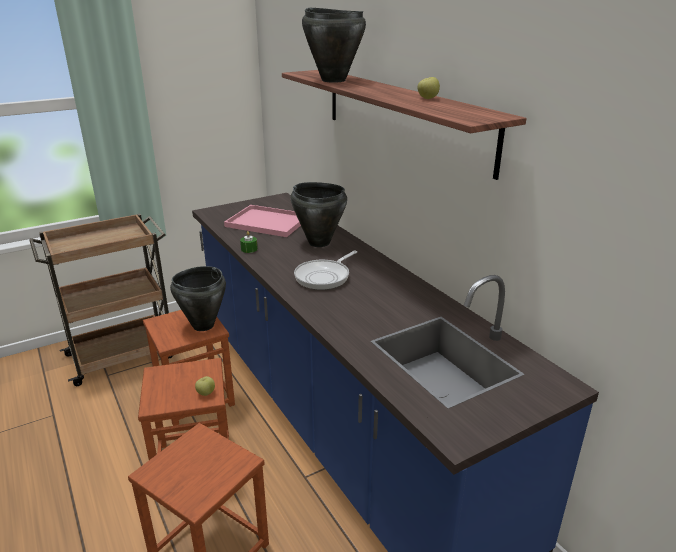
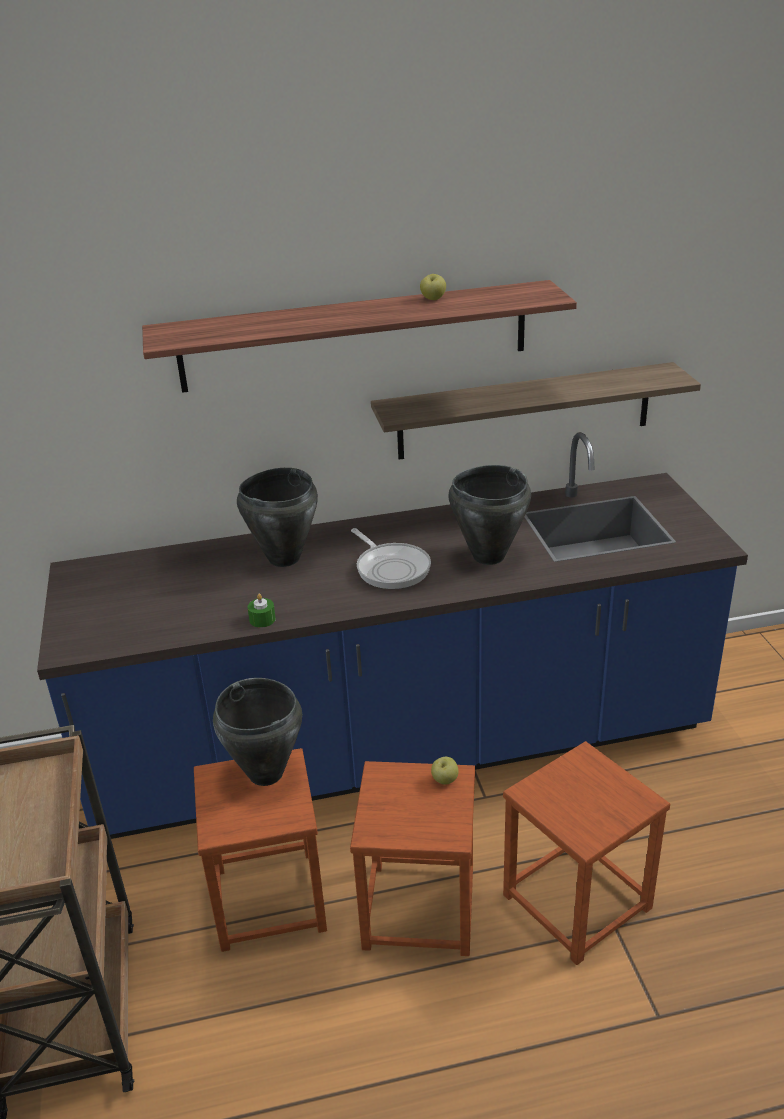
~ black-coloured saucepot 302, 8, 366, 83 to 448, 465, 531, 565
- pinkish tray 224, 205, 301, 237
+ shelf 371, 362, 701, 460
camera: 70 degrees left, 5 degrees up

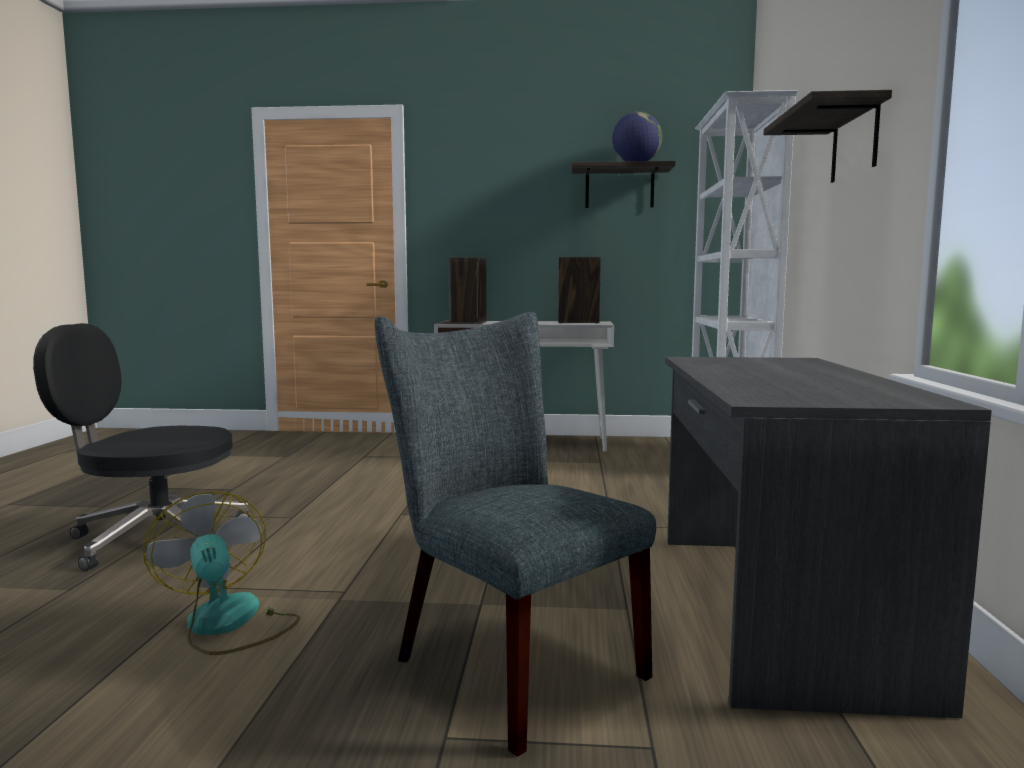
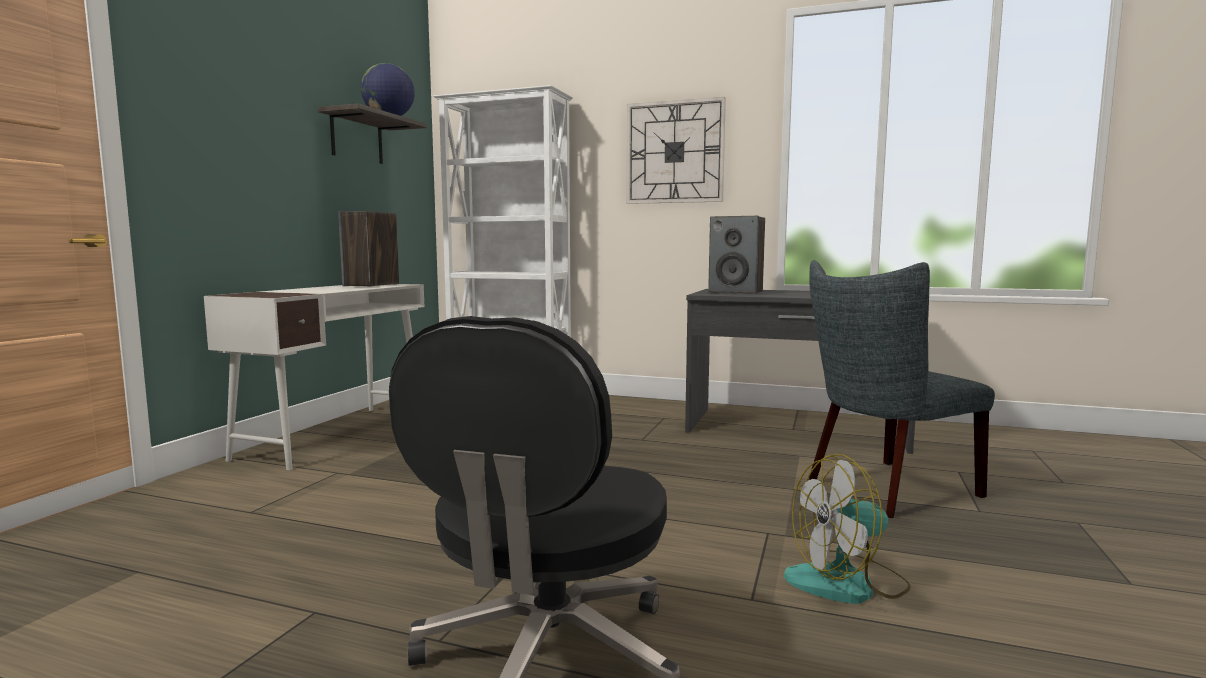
~ shelf 763, 90, 892, 183 to hanging clock 626, 97, 726, 204
~ speaker 448, 257, 487, 323 to 708, 216, 765, 294
camera: 75 degrees left, 0 degrees up

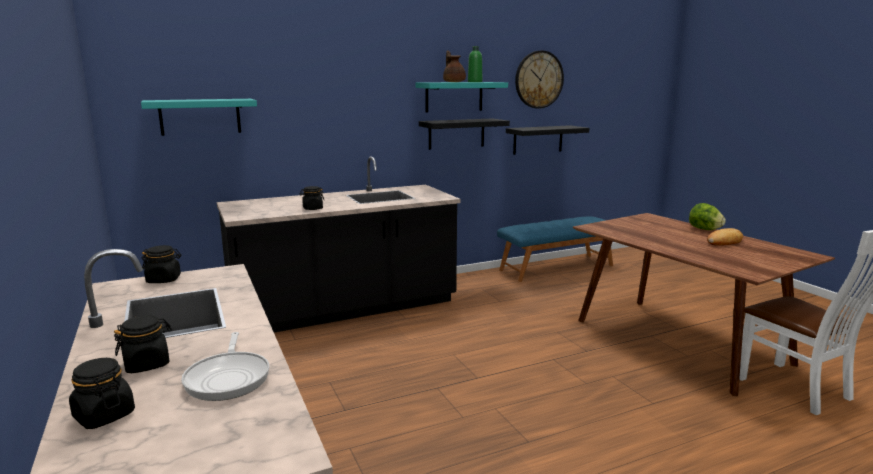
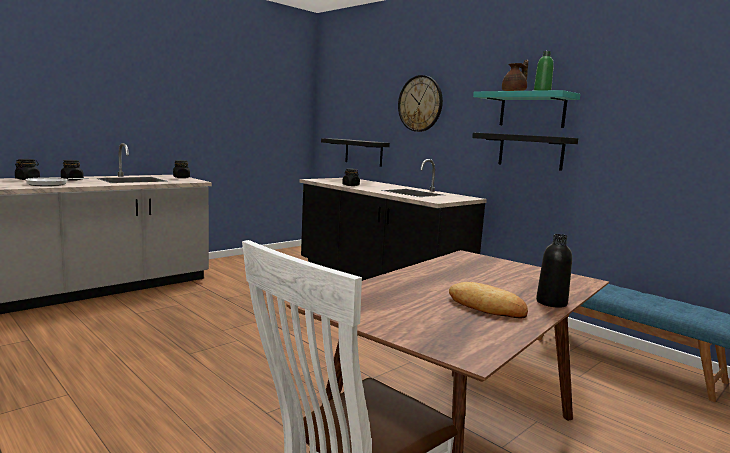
~ hanging clock 515, 50, 564, 109 to 398, 75, 443, 132
- turquoise-coloured shelf 141, 99, 257, 136
~ black-coloured shelf 506, 125, 589, 155 to 321, 138, 390, 167
~ lettuce head 689, 203, 726, 230 to black-coloured drink bottle 536, 234, 572, 308
camera: 70 degrees right, 5 degrees down

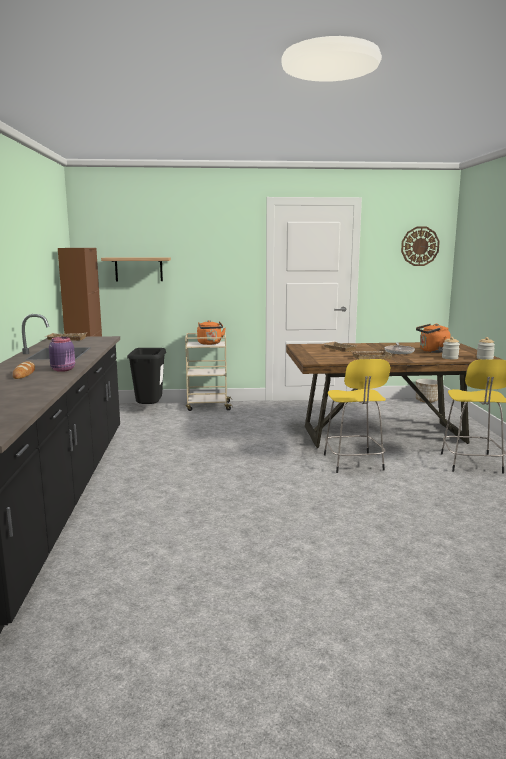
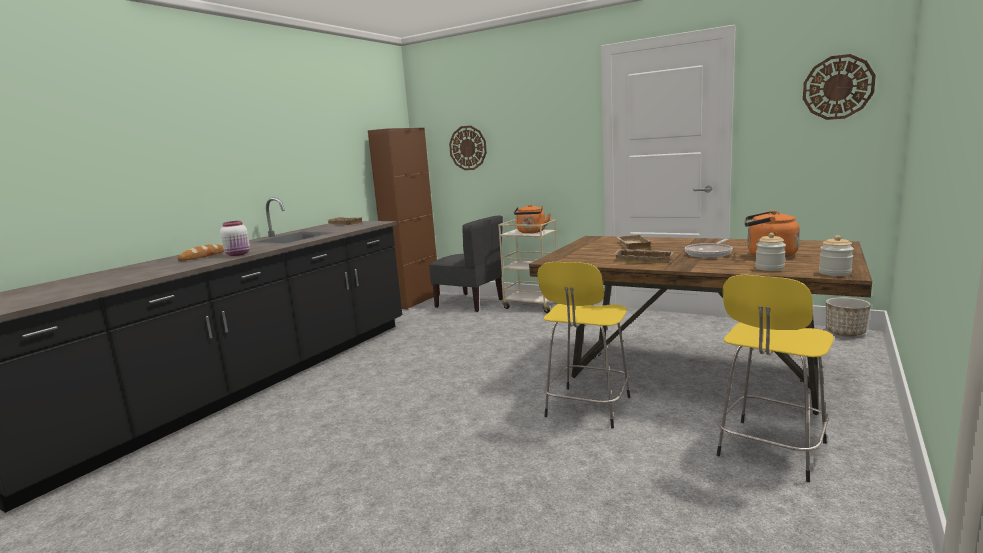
~ shelf 101, 257, 171, 281 to hanging clock 449, 126, 487, 170
~ purple-coloured preserve jar 49, 337, 75, 372 to white-coloured preserve jar 220, 221, 250, 256
~ black-coloured rubbish bin 127, 348, 166, 404 to greyish plain chair 429, 216, 503, 312
camera: 35 degrees right, 0 degrees up

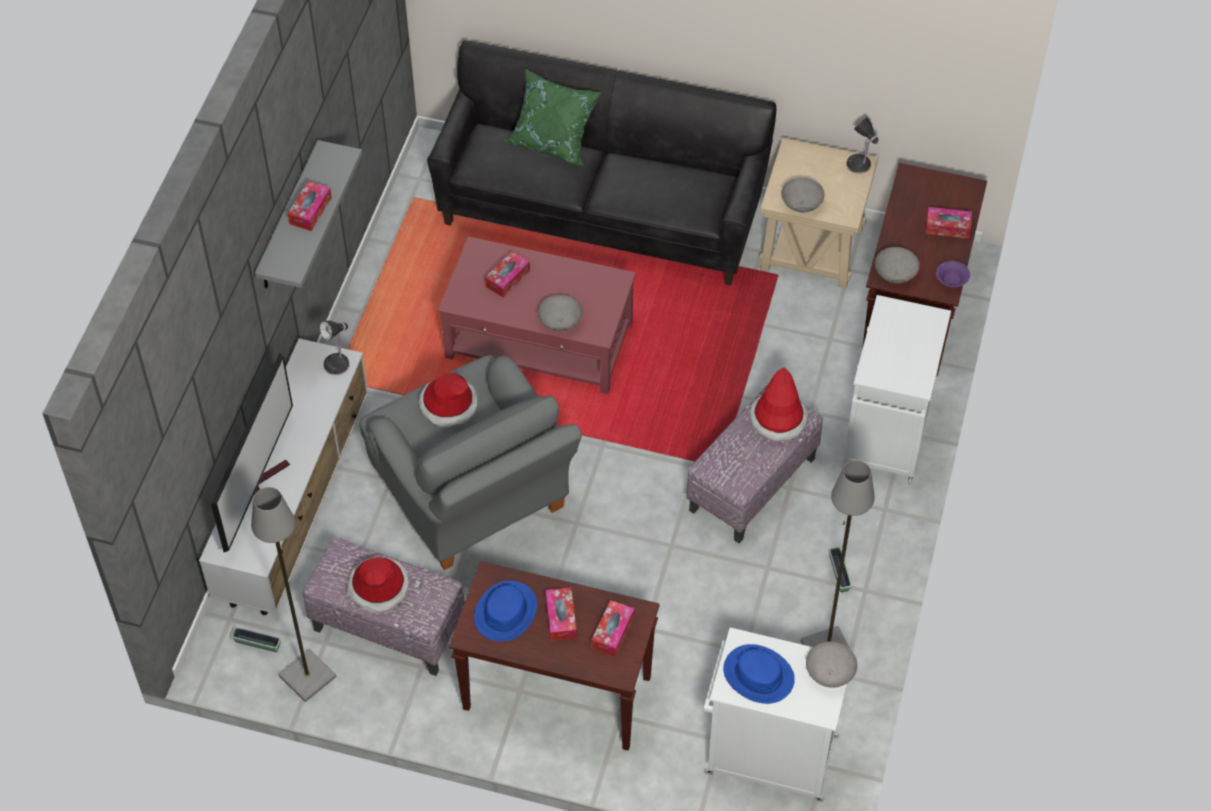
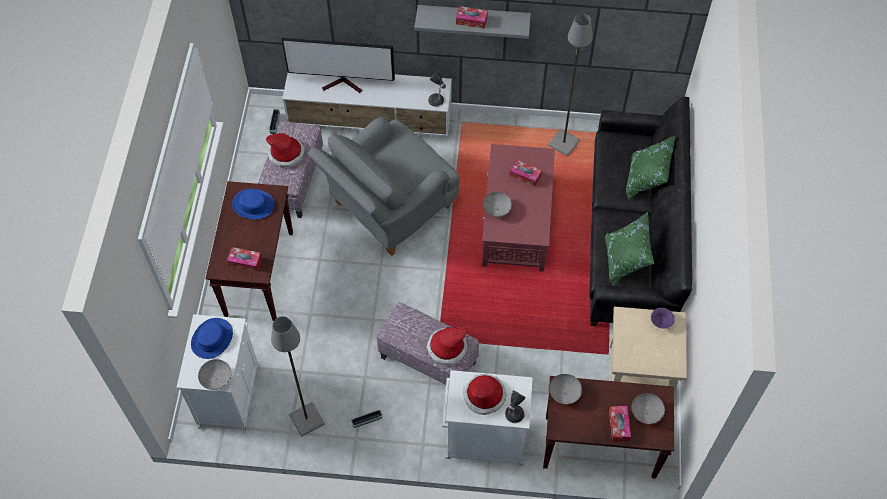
~ tabletop lamp 846, 117, 879, 174 to 505, 390, 526, 423
~ greyish deep dish 781, 178, 825, 212 to 631, 393, 665, 424
~ purple-coloured deep dish 936, 261, 970, 287 to 651, 308, 675, 329
~ clothing hat 418, 373, 478, 427 to 463, 374, 507, 415
~ greyish standard lamp 251, 487, 336, 702 to 548, 13, 593, 156
- tissue box 546, 587, 577, 641
+ green-coloured cushion 605, 212, 654, 286
camera: 80 degrees right, 5 degrees up

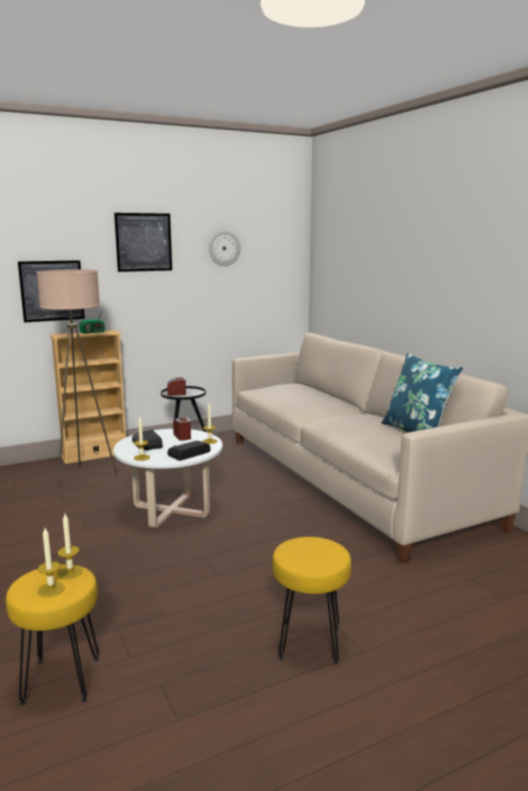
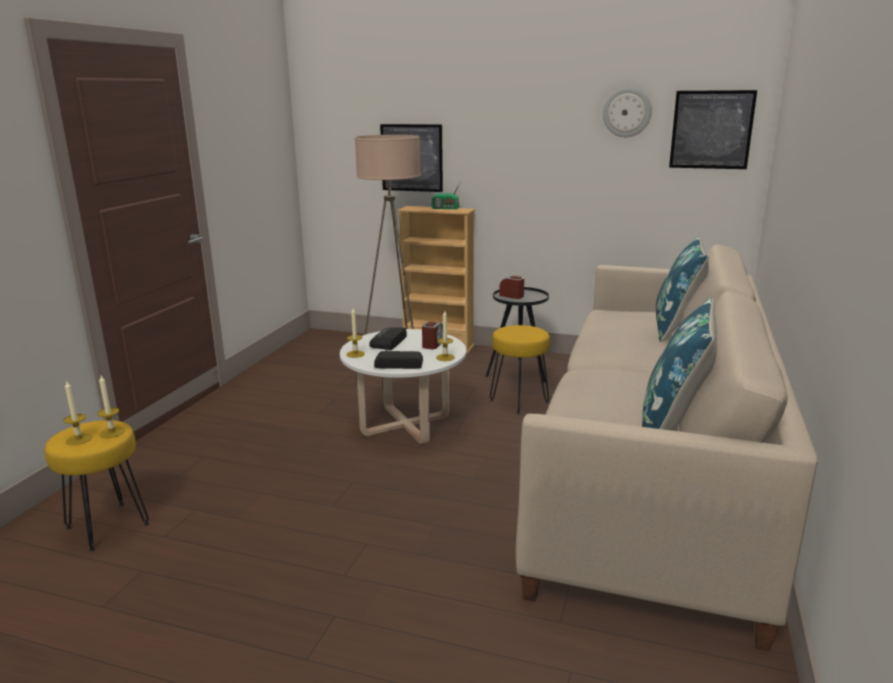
~ wall art 114, 213, 172, 272 to 669, 90, 757, 169
~ yellow-coloured stool seat 272, 537, 351, 665 to 490, 325, 550, 415
+ blue-coloured cushion 656, 236, 709, 342
camera: 45 degrees right, 5 degrees up

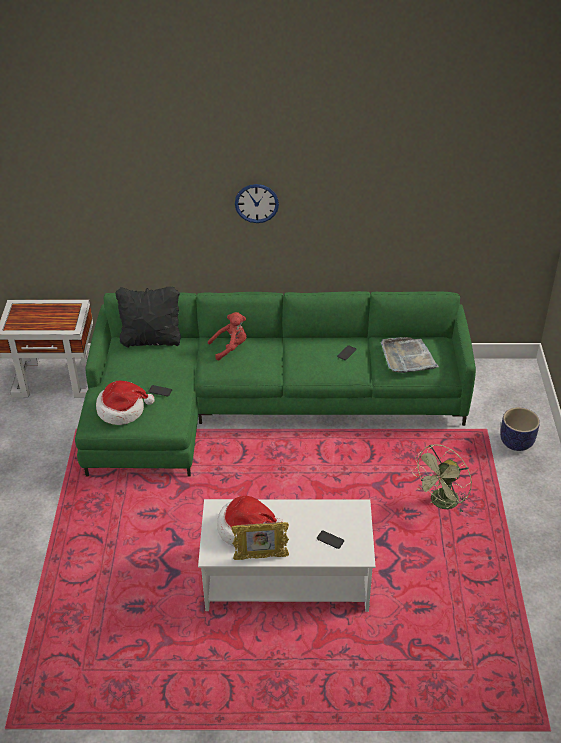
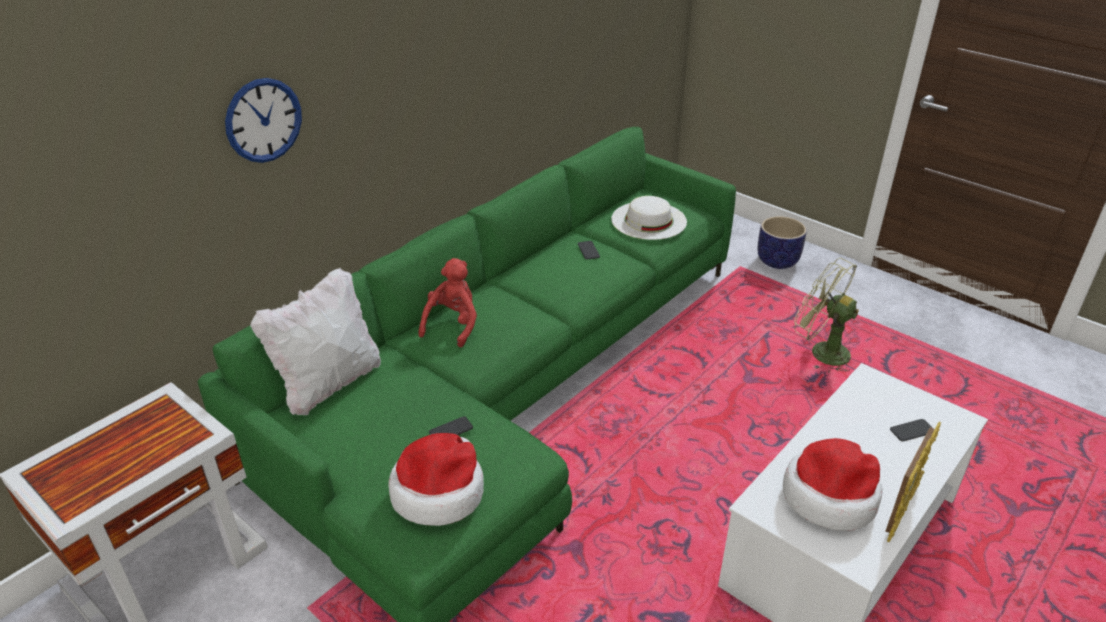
~ hanging clock 235, 184, 279, 223 to 225, 78, 302, 163
~ black-coloured cushion 115, 287, 181, 348 to white-coloured cushion 250, 268, 381, 415
~ greyish tray 381, 337, 439, 373 to white-coloured clothing hat 611, 196, 687, 240
~ green-coloured cooling fan 412, 444, 472, 512 = 794, 258, 859, 372 135 degrees clockwise
camera: 50 degrees left, 5 degrees down

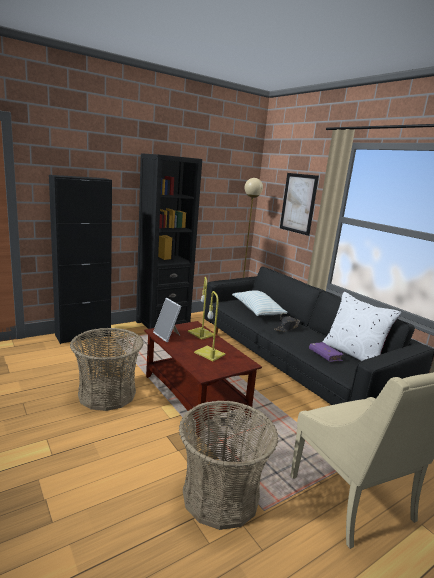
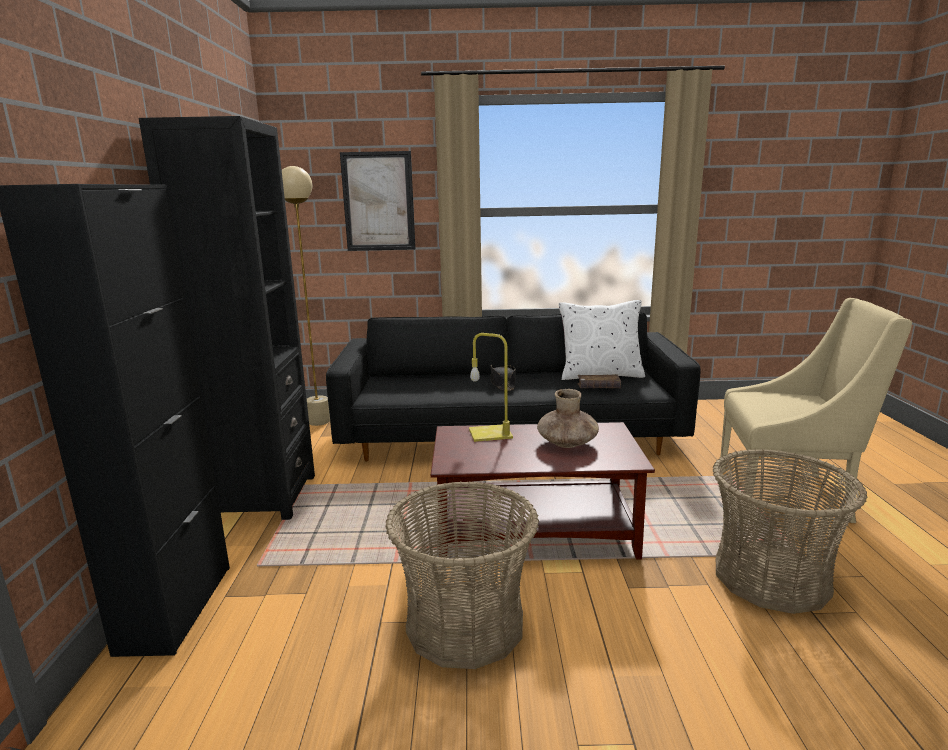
- cushion 232, 290, 288, 316
~ yellow-coloured tabletop lamp 194, 291, 226, 361 to brown-coloured flower vase 537, 389, 599, 448
- picture frame 153, 298, 182, 342
~ purple-coloured volume 309, 342, 344, 362 to brown-coloured volume 577, 374, 621, 388
camera: 55 degrees left, 0 degrees up

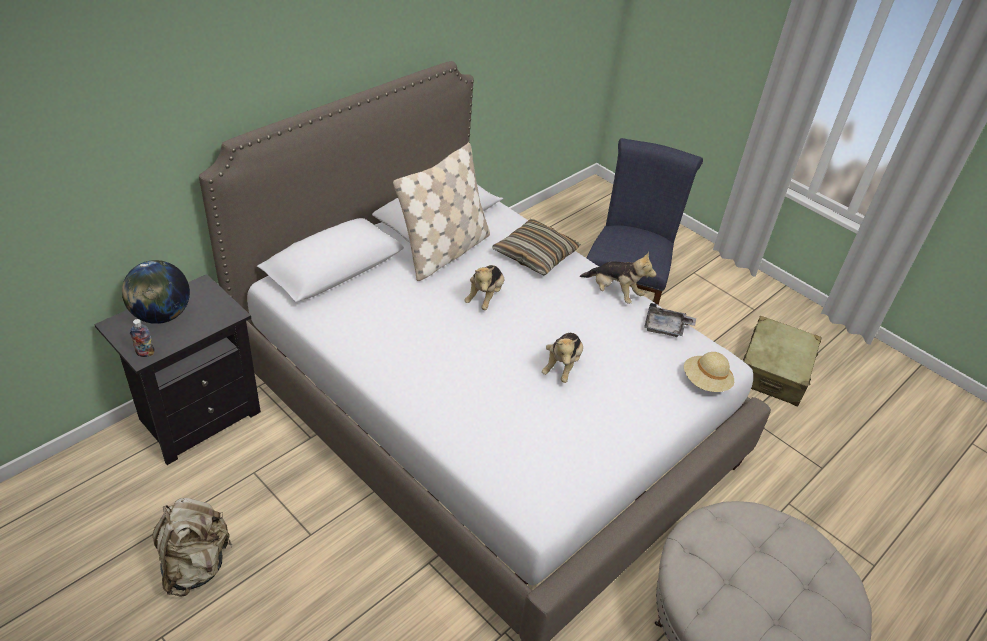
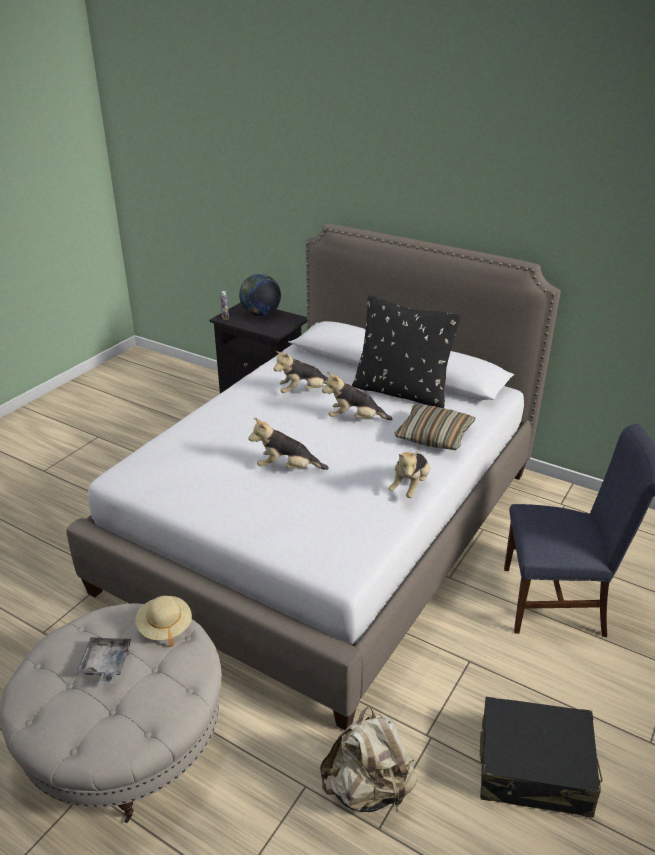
~ sand-coloured cushion 393, 143, 490, 281 to black-coloured cushion 352, 295, 461, 408
~ greyish tray 644, 303, 696, 337 to 76, 637, 131, 685
~ sand-coloured suitcase 743, 316, 822, 406 to black-coloured suitcase 480, 697, 603, 817
~ sand-coloured clothing hat 684, 352, 734, 392 to 136, 596, 192, 647
~ sand-coloured rucksack 153, 498, 232, 596 to 320, 706, 417, 812
+ plush toy 274, 351, 328, 393
camera: 80 degrees right, 10 degrees down

